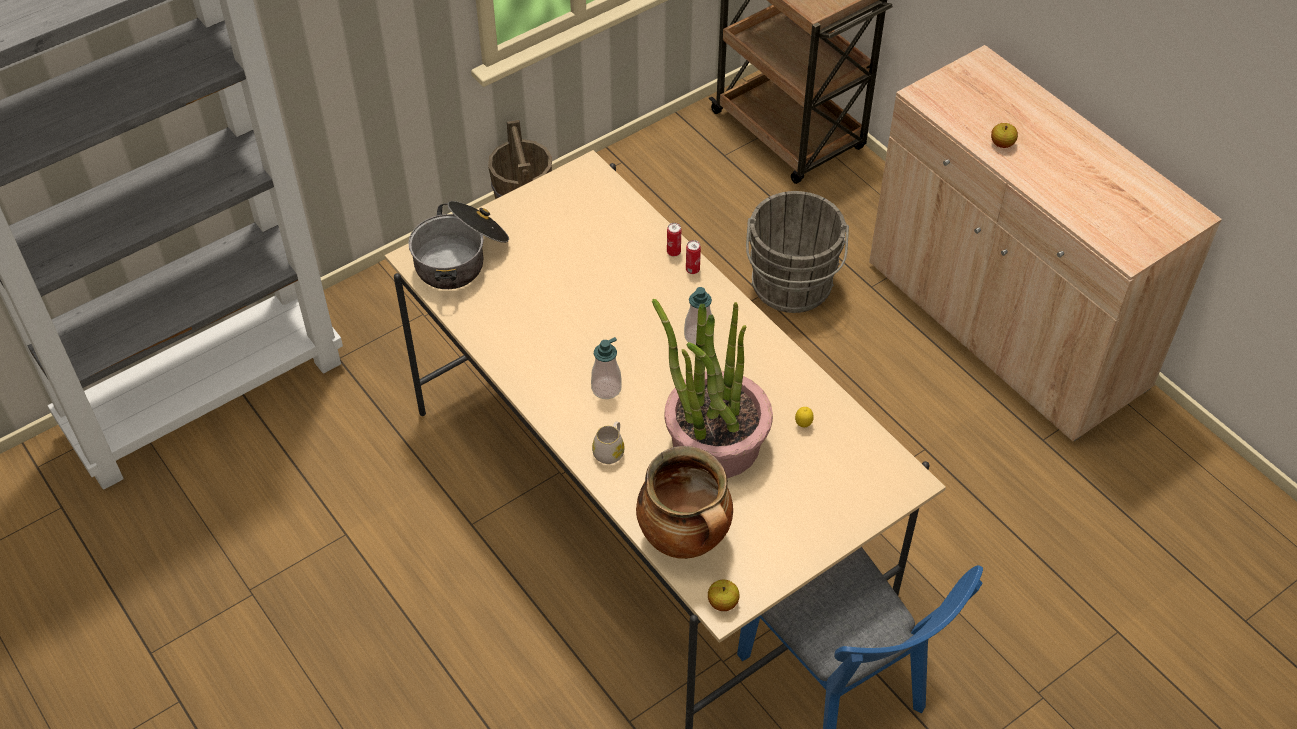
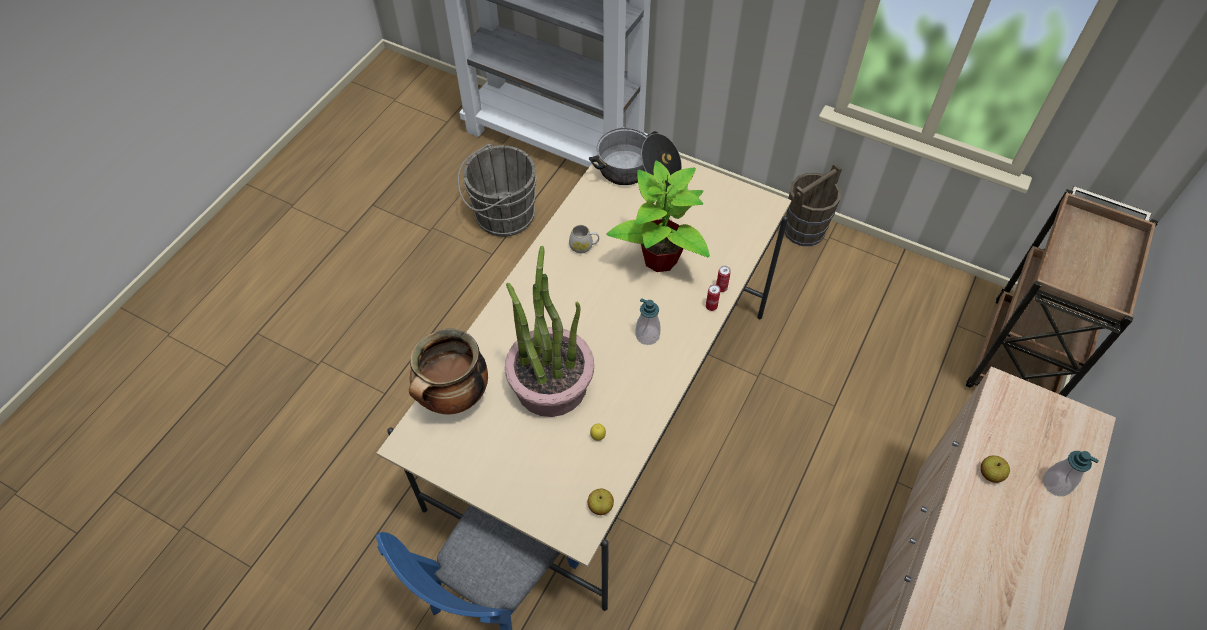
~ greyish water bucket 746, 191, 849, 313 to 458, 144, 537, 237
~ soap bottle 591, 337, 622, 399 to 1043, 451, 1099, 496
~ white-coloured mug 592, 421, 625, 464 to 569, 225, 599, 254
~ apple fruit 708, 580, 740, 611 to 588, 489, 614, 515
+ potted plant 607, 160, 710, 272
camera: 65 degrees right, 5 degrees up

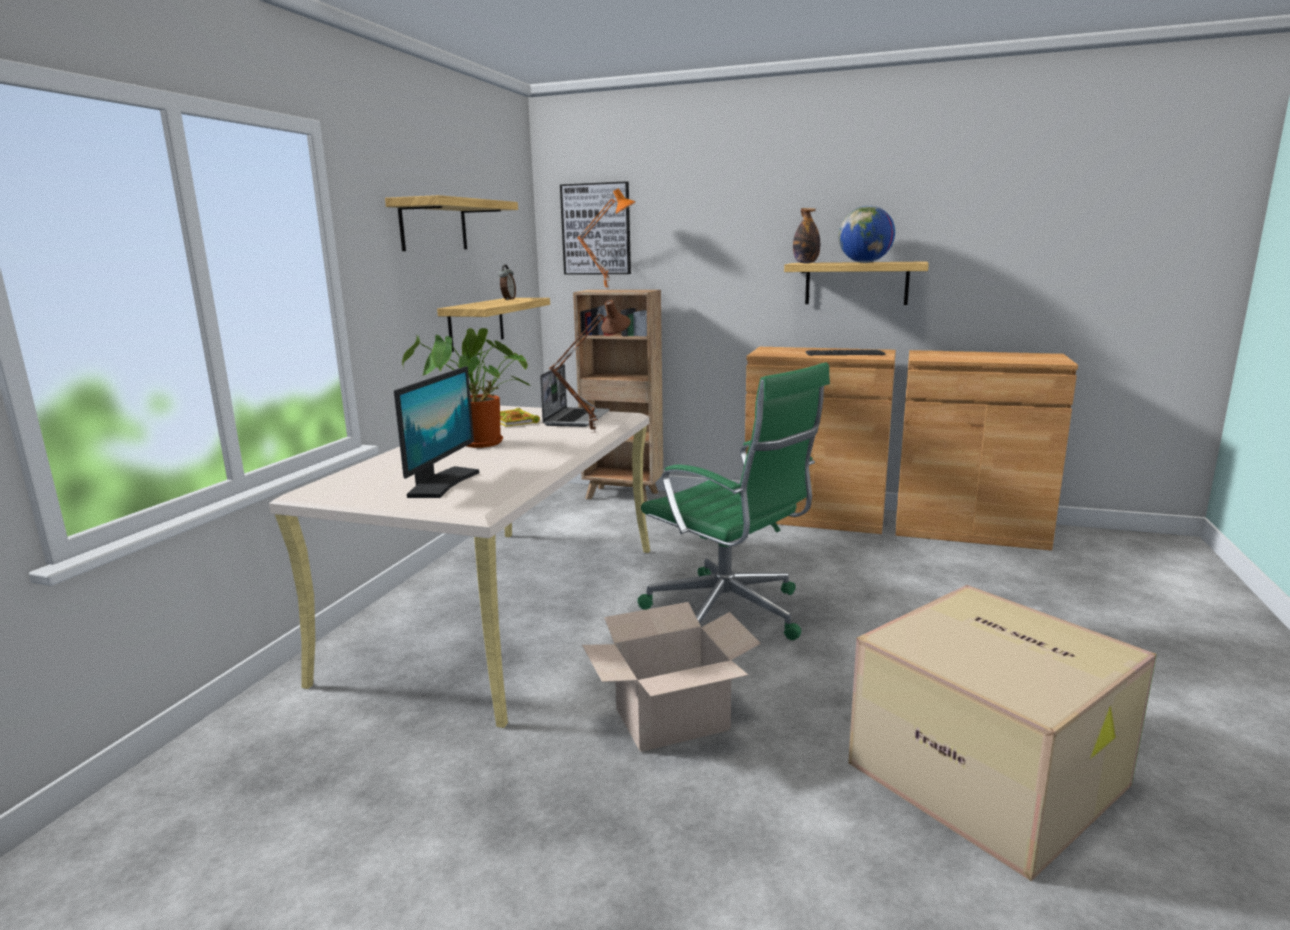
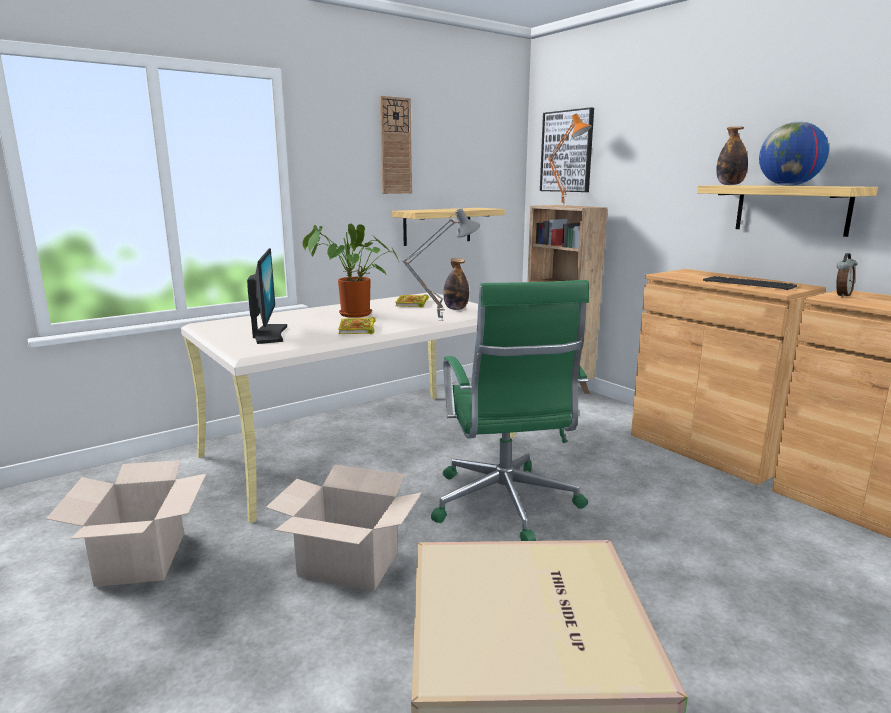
~ shelf 385, 195, 518, 251 to hanging clock 380, 96, 412, 194
~ bedside clock 498, 264, 516, 301 to 836, 253, 857, 298
~ brown-coloured tabletop lamp 549, 300, 631, 433 to greyish tabletop lamp 402, 208, 480, 321
~ laptop 540, 364, 610, 427 to drink bottle 443, 258, 469, 310
~ computer display 394, 366, 479, 498 = 247, 248, 287, 344 60 degrees counterclockwise
+ volume 338, 317, 376, 334
+ cardboard box 46, 460, 206, 587
camera: 35 degrees right, 0 degrees up

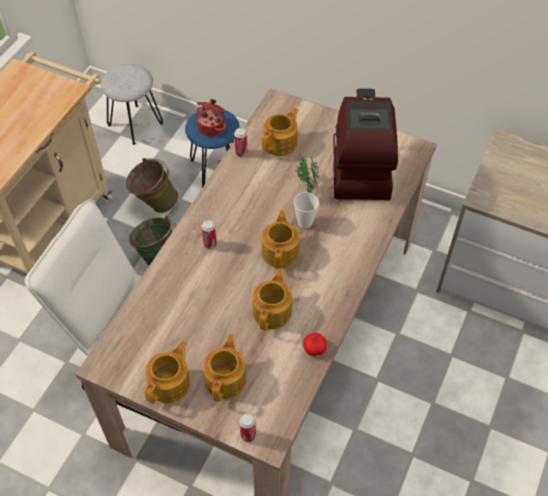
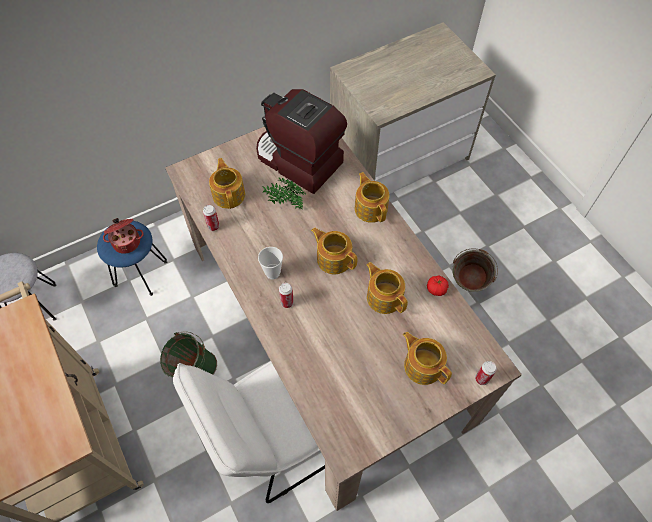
~ green-coloured water bucket 126, 158, 179, 213 to 452, 248, 498, 292
~ cup 294, 192, 319, 228 to 258, 247, 283, 279
~ teapot 144, 341, 190, 404 to 355, 172, 389, 223
camera: 55 degrees left, 5 degrees up

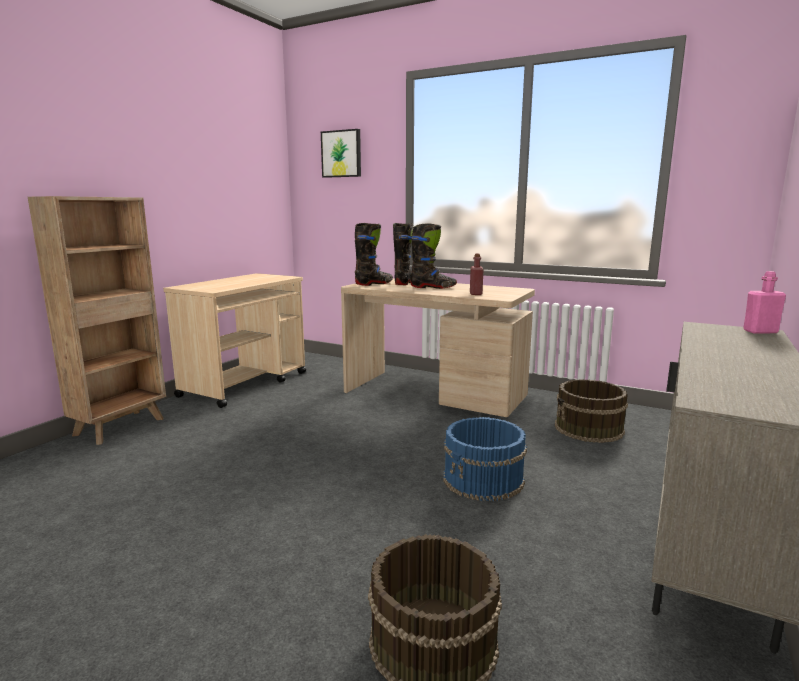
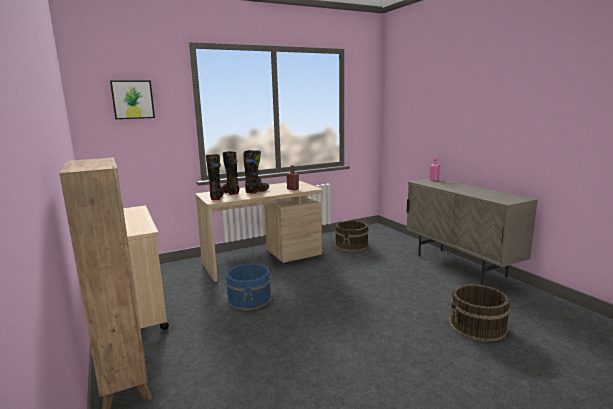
~ blue-coloured water bucket 444, 417, 527, 501 to 225, 263, 272, 311
camera: 55 degrees left, 0 degrees up

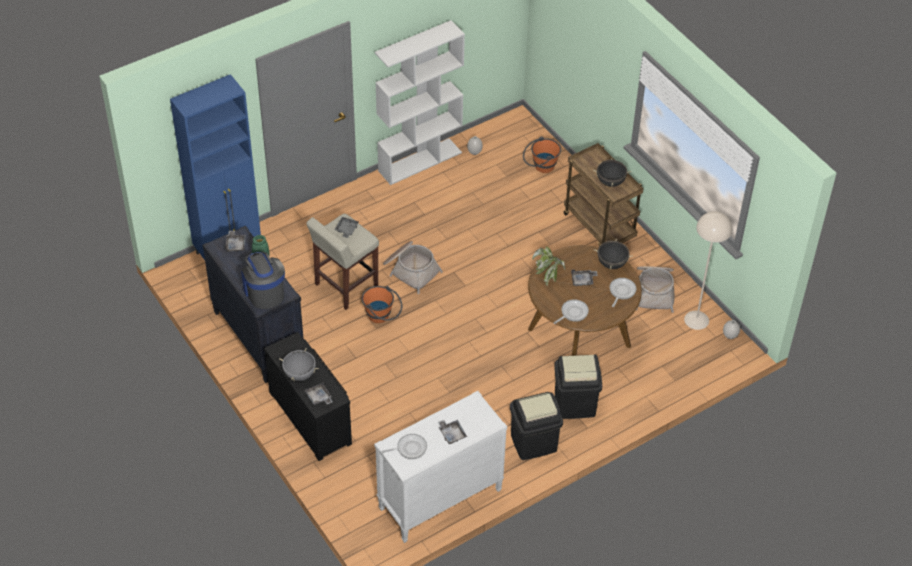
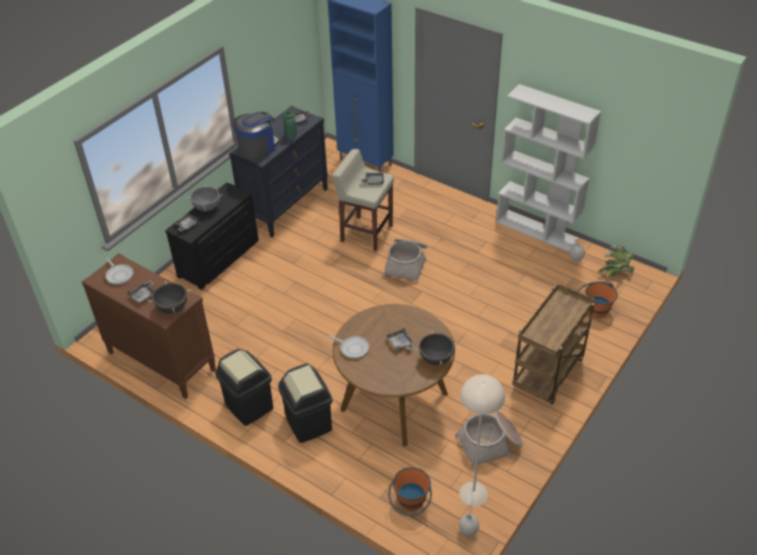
~ black-coloured saucepot 593, 157, 631, 187 to 148, 281, 191, 313
~ potted plant 532, 247, 565, 286 to 599, 245, 634, 277
- skillet 609, 278, 637, 307
~ orange water bucket 362, 286, 402, 323 to 388, 467, 432, 516
~ white-coloured dresser 374, 391, 507, 543 to brown-coloured dresser 82, 253, 216, 399
camera: 70 degrees right, 5 degrees down

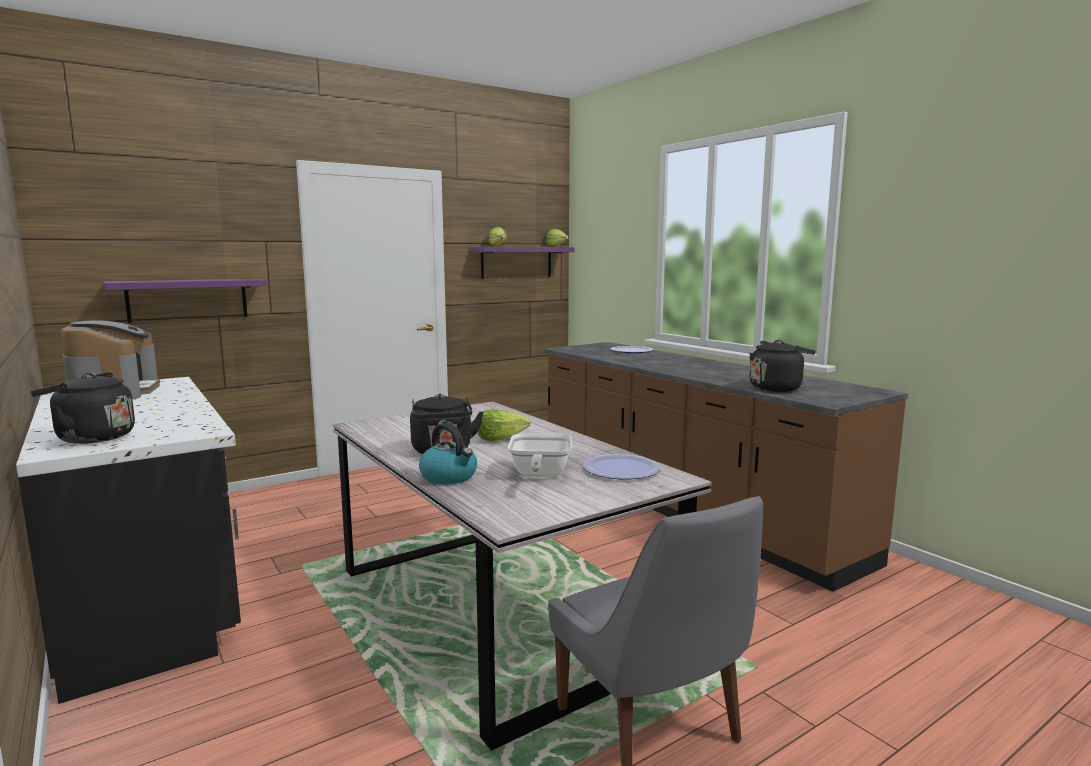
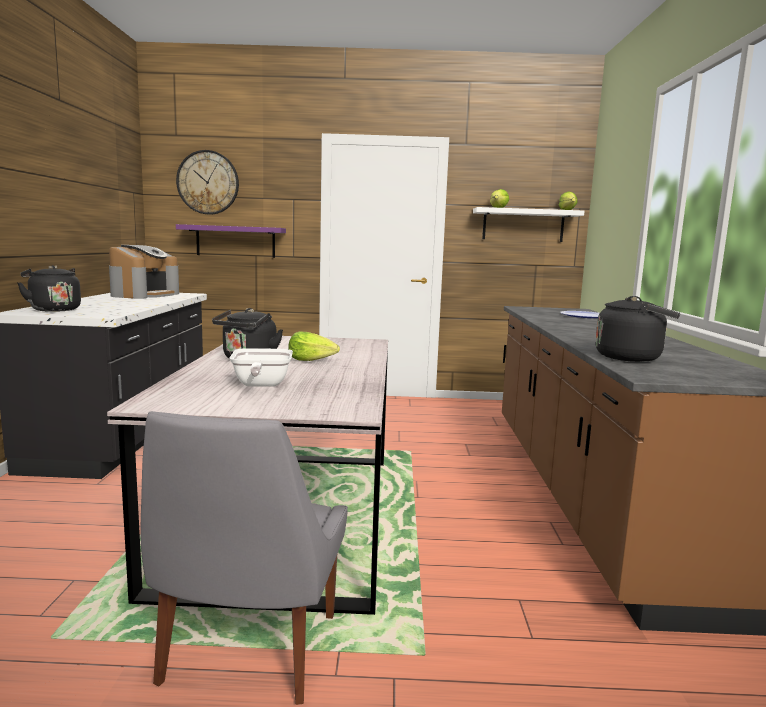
~ purple-coloured shelf 470, 247, 575, 279 to white-coloured shelf 473, 207, 584, 242
- kettle 419, 423, 477, 485
~ skillet 508, 433, 572, 477 = 229, 348, 293, 387 45 degrees counterclockwise
- flat dish 583, 454, 661, 479
+ hanging clock 176, 150, 239, 215
camera: 35 degrees right, 0 degrees up

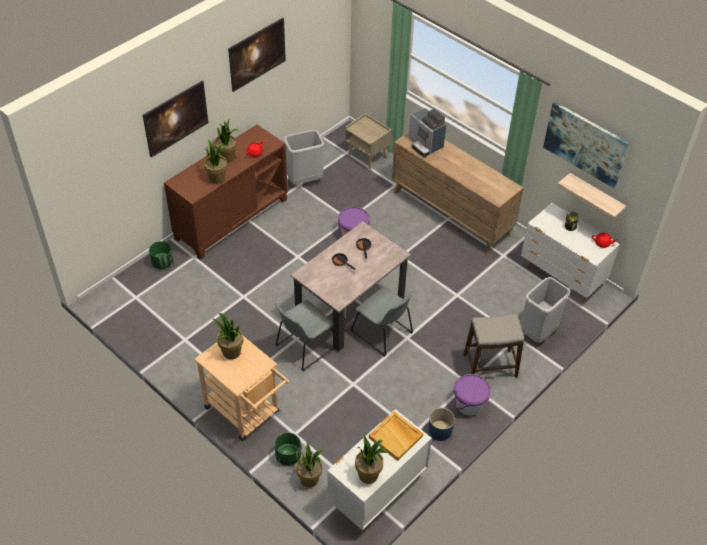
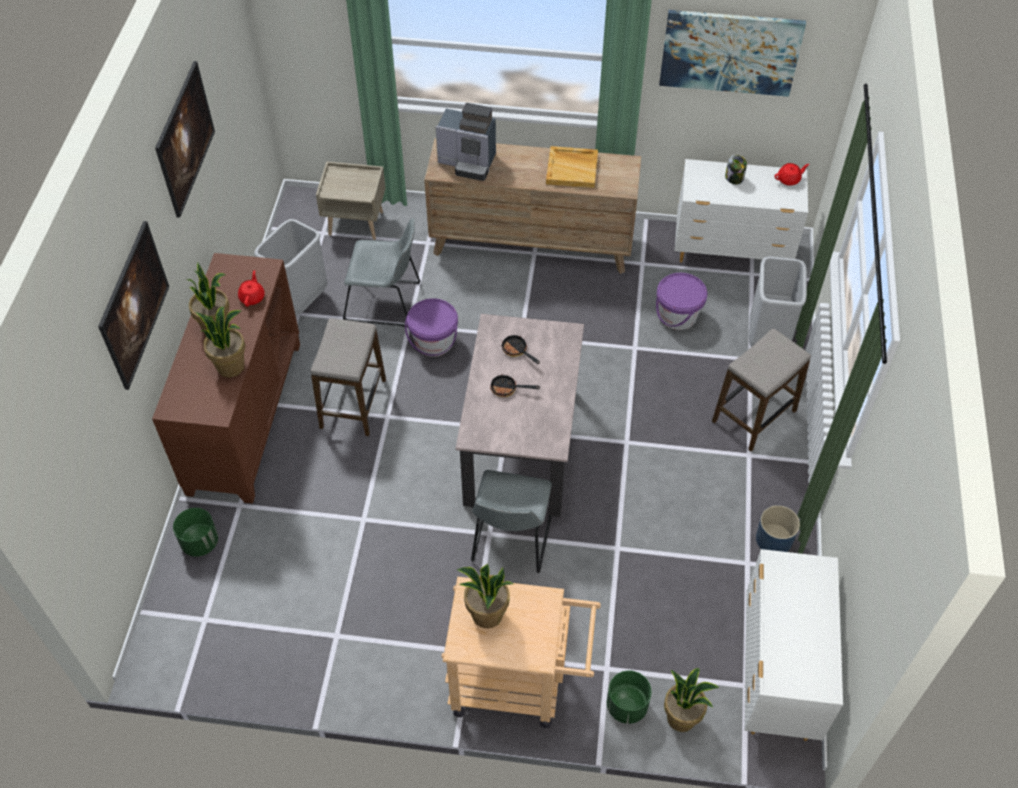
- shelf 557, 173, 626, 219
~ greyish plain chair 351, 287, 414, 357 to 343, 218, 420, 327
~ purple-coloured water bucket 454, 374, 491, 416 to 656, 273, 707, 330
~ sand-coloured tray 369, 411, 423, 461 to 546, 146, 598, 188
- potted plant 355, 434, 387, 484
+ stool seat 310, 318, 386, 436
camera: 35 degrees left, 5 degrees up

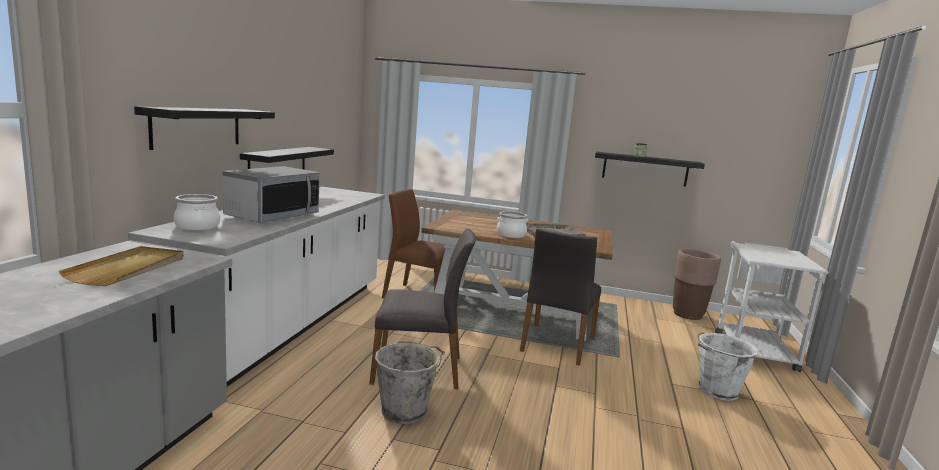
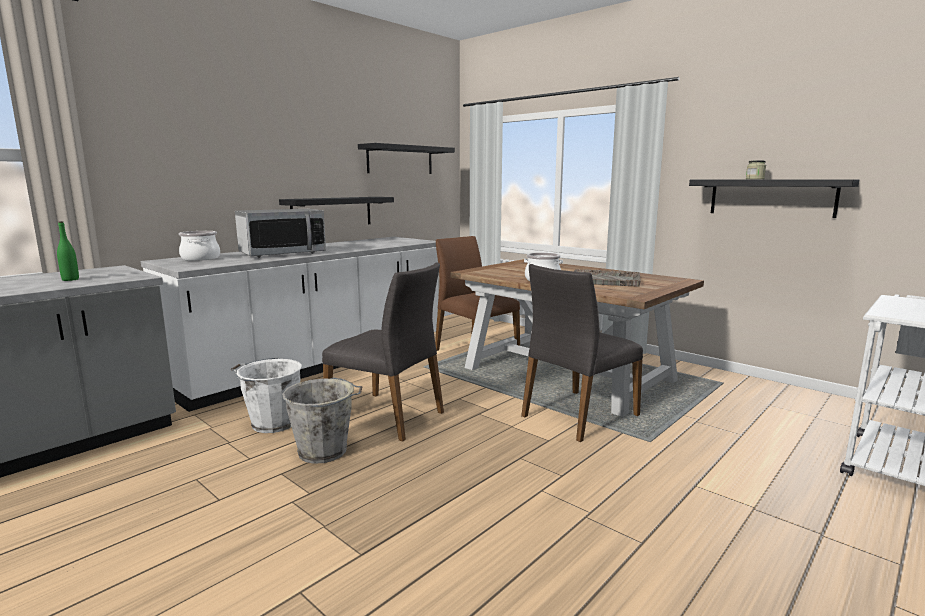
~ black-coloured shelf 134, 106, 275, 150 to 358, 143, 455, 174
~ sand-coloured tray 59, 246, 184, 286 to green-coloured drink bottle 57, 221, 79, 281
- brown-coloured planter 673, 249, 721, 320
~ white-coloured water bucket 697, 333, 758, 401 to 231, 358, 302, 433
camera: 30 degrees right, 0 degrees up

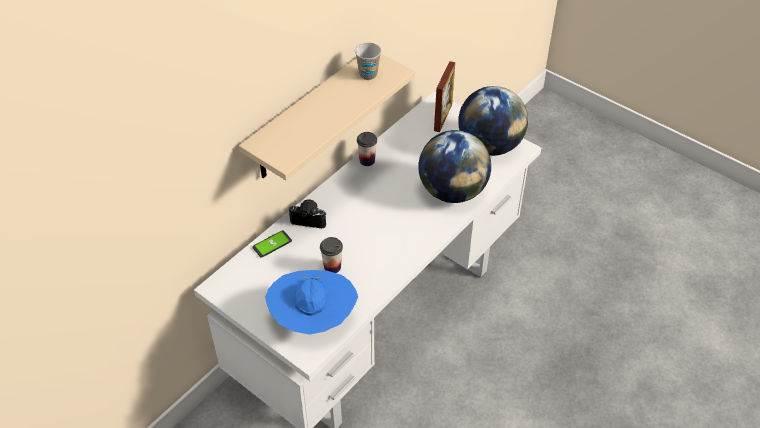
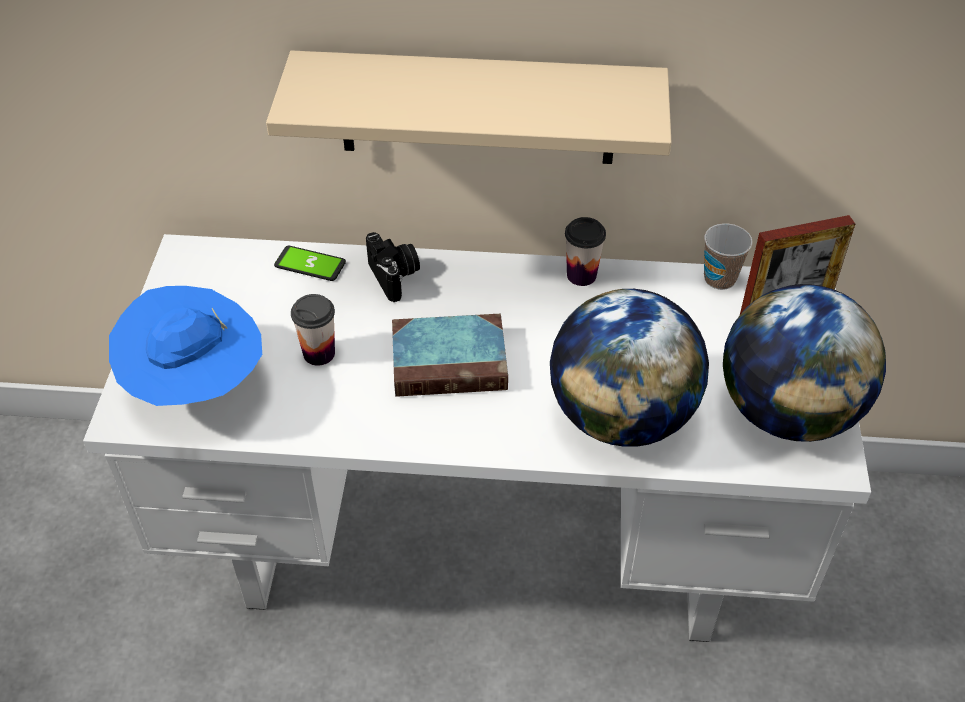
~ cup 355, 42, 381, 80 to 704, 224, 752, 290
+ volume 392, 314, 508, 397
camera: 55 degrees right, 0 degrees up

